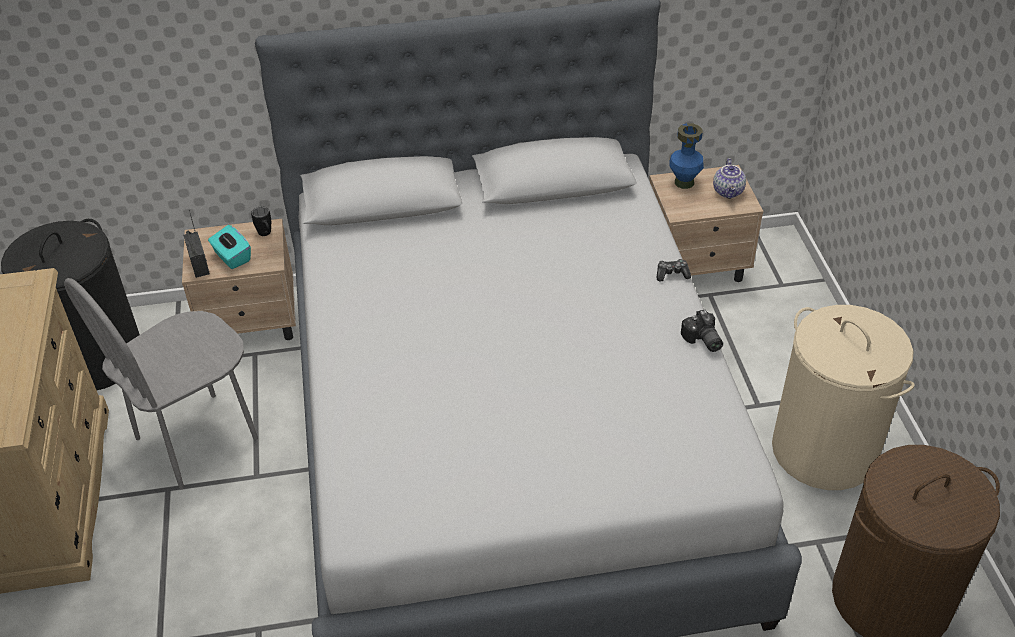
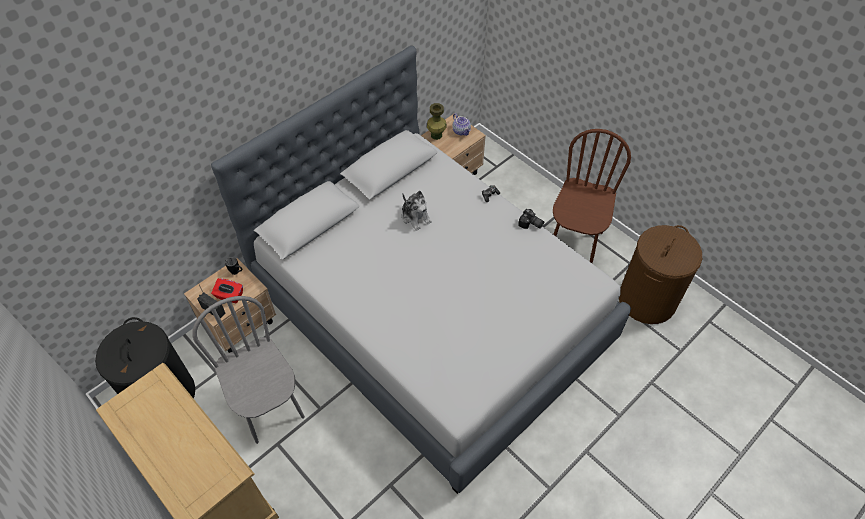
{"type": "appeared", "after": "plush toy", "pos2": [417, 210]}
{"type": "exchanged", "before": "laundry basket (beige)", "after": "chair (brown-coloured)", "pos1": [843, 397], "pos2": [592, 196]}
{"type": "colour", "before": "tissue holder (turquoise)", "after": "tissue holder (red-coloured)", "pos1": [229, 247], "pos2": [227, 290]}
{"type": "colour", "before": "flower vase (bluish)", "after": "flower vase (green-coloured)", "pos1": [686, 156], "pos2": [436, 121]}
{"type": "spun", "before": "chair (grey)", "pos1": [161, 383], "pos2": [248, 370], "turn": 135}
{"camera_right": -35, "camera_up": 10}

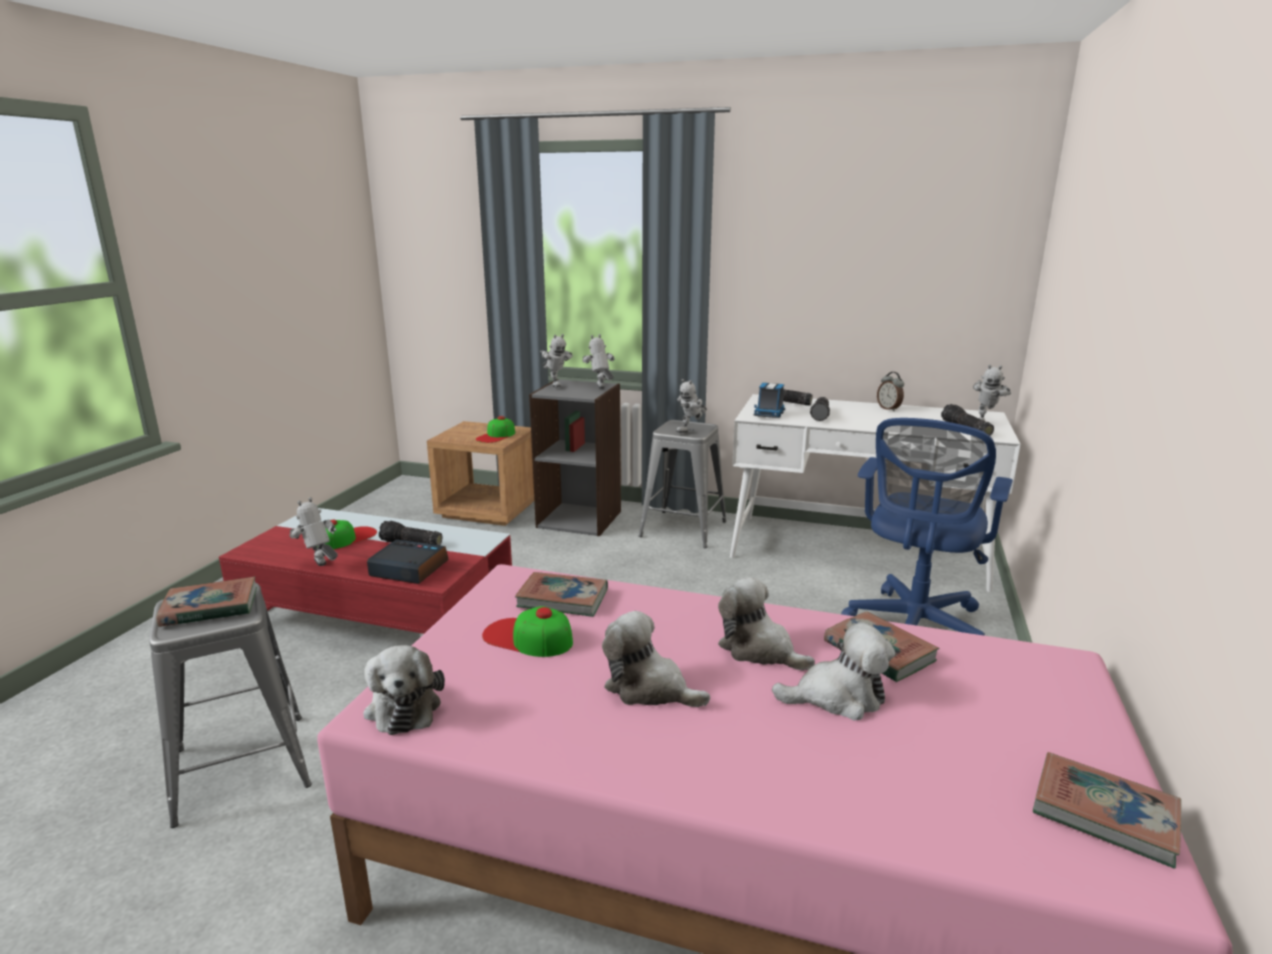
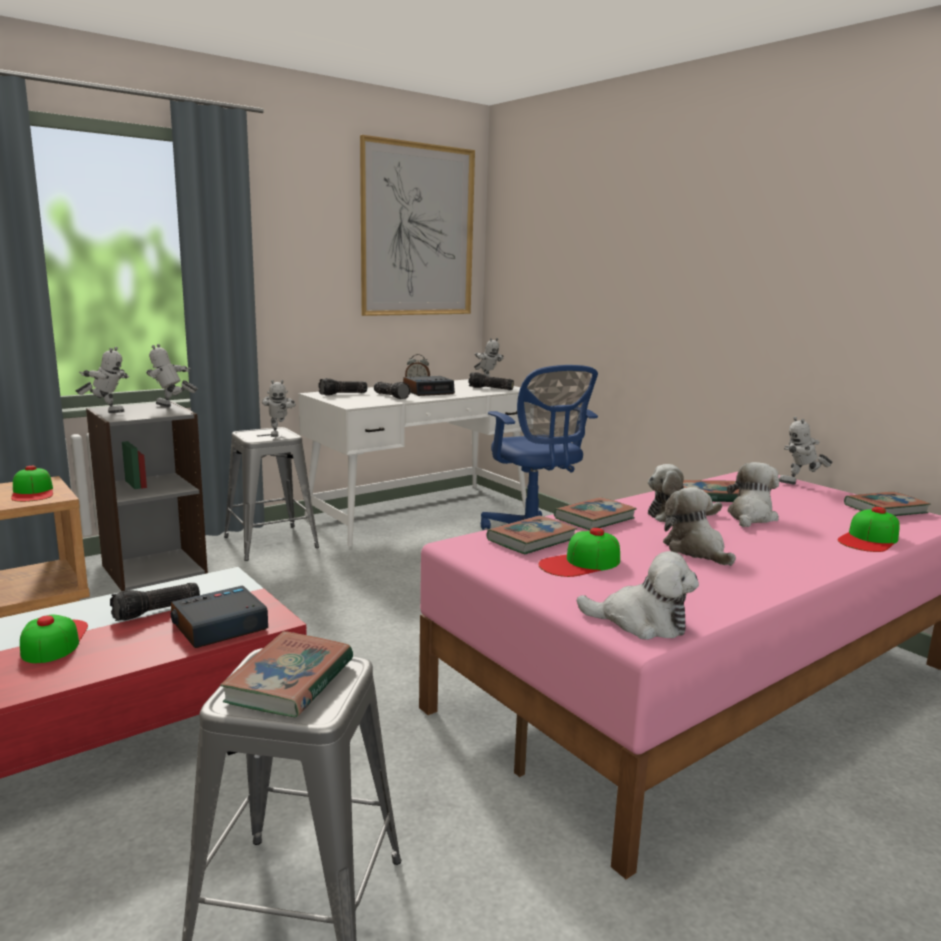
{"type": "missing", "before": "model truck", "pos1": [769, 400]}
{"type": "appeared", "after": "picture", "pos2": [417, 225]}
{"type": "appeared", "after": "table clock", "pos2": [429, 386]}
{"type": "appeared", "after": "volume", "pos2": [595, 513]}
{"type": "appeared", "after": "baseball cap", "pos2": [869, 529]}
{"type": "relocated", "before": "robot figure", "pos1": [313, 531], "pos2": [805, 450]}
{"type": "spun", "before": "plush toy", "pos1": [656, 659], "pos2": [699, 526], "turn": 90}
{"camera_right": -55, "camera_up": -5}

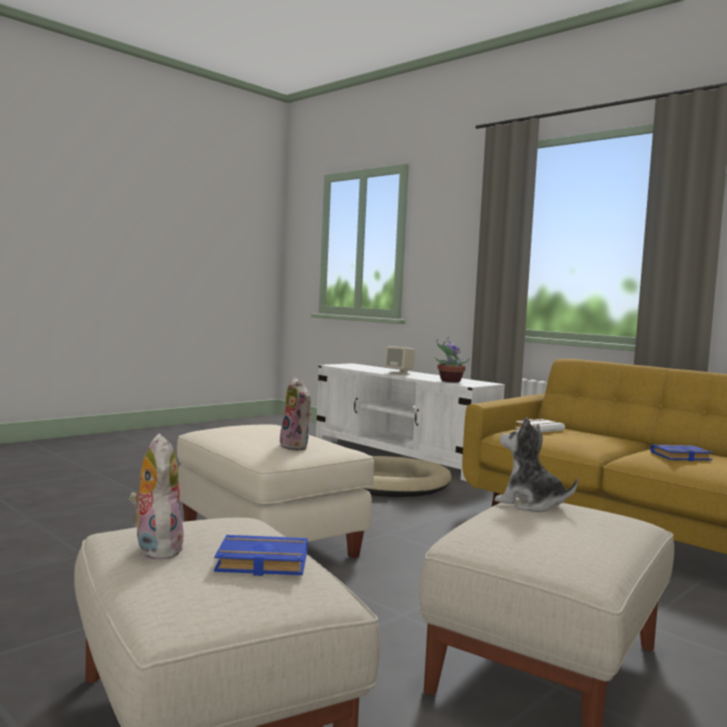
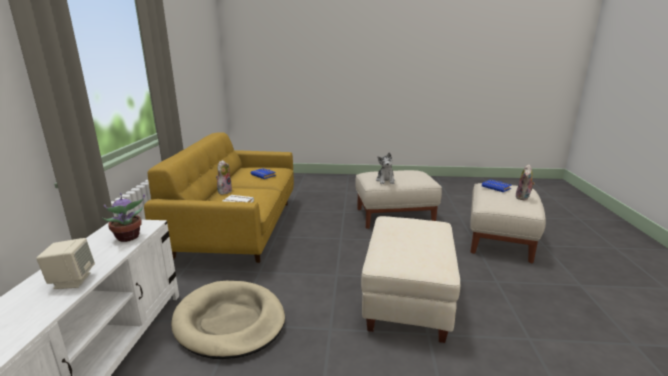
{"type": "relocated", "before": "plush toy", "pos1": [295, 413], "pos2": [224, 177]}
{"camera_right": -130, "camera_up": 15}

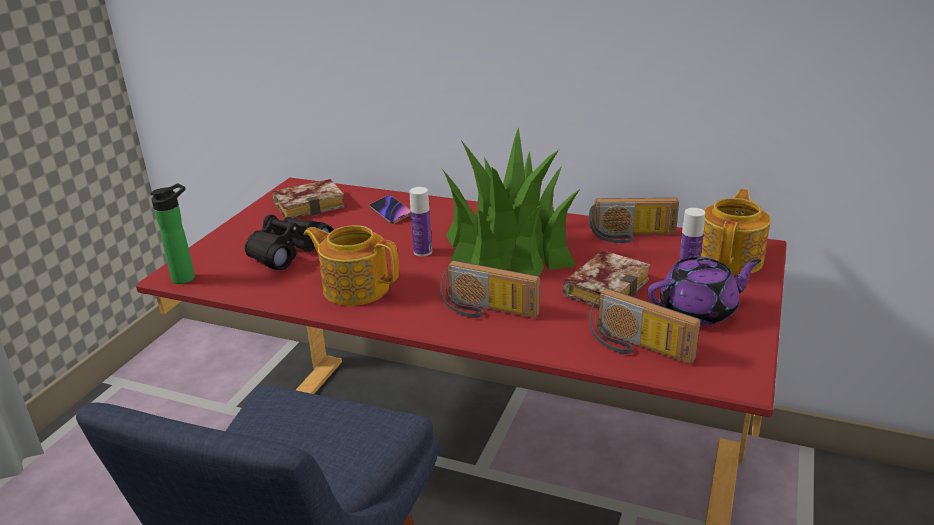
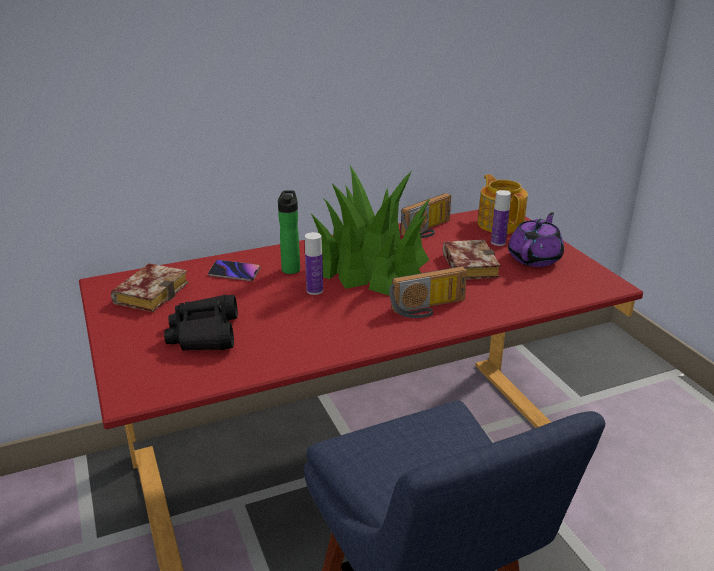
{"type": "missing", "before": "pot for tea", "pos1": [351, 265]}
{"type": "missing", "before": "radio set", "pos1": [645, 326]}
{"type": "relocated", "before": "beverage bottle", "pos1": [172, 233], "pos2": [289, 232]}
{"camera_right": -45, "camera_up": 0}

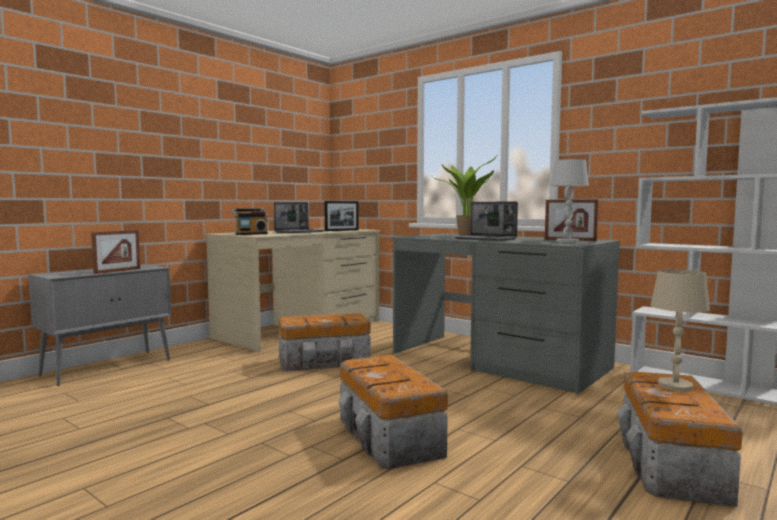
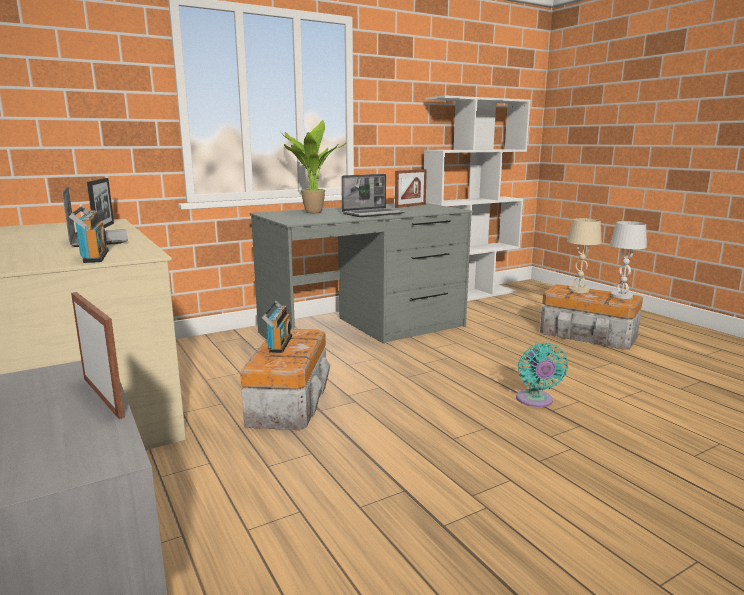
{"type": "appeared", "after": "radio set", "pos2": [277, 327]}
{"type": "relocated", "before": "tabletop lamp (white-coloured)", "pos1": [569, 201], "pos2": [628, 260]}
{"type": "exchanged", "before": "storage container", "after": "cooling fan (turquoise)", "pos1": [393, 412], "pos2": [542, 375]}
{"camera_right": -70, "camera_up": 10}

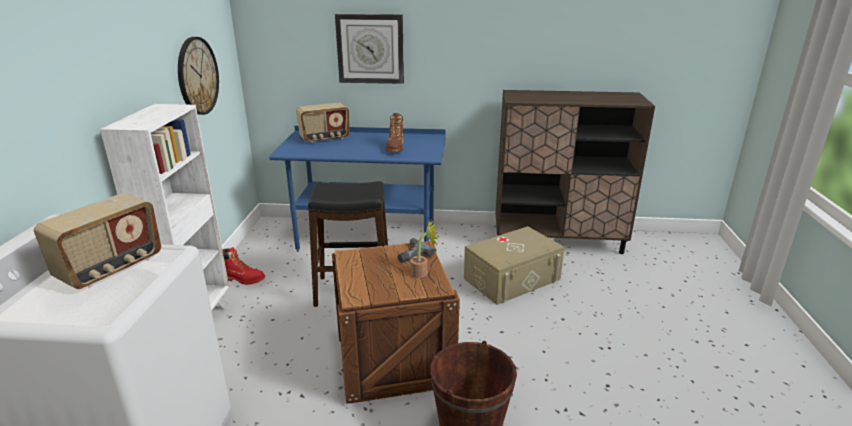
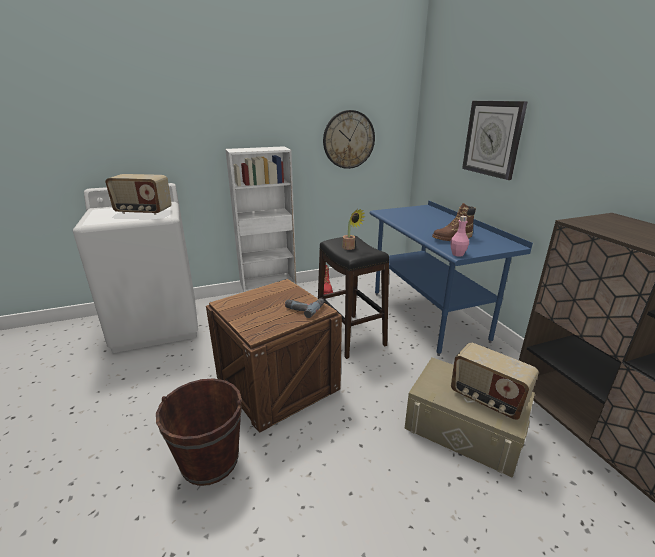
{"type": "appeared", "after": "beverage bottle (pink-coloured)", "pos2": [459, 236]}
{"type": "relocated", "before": "radio set", "pos1": [323, 122], "pos2": [495, 381]}
{"type": "relocated", "before": "potted plant", "pos1": [424, 248], "pos2": [354, 229]}
{"camera_right": 65, "camera_up": 0}

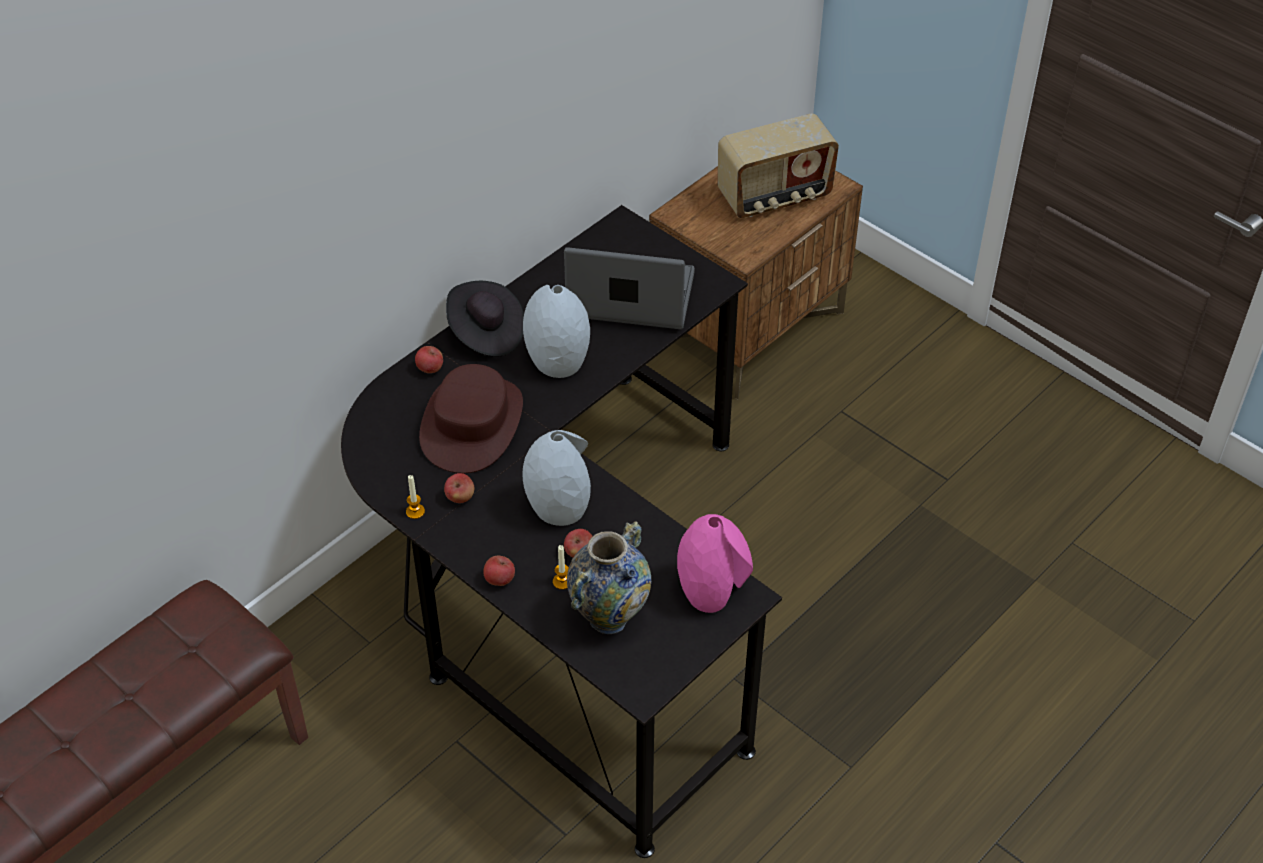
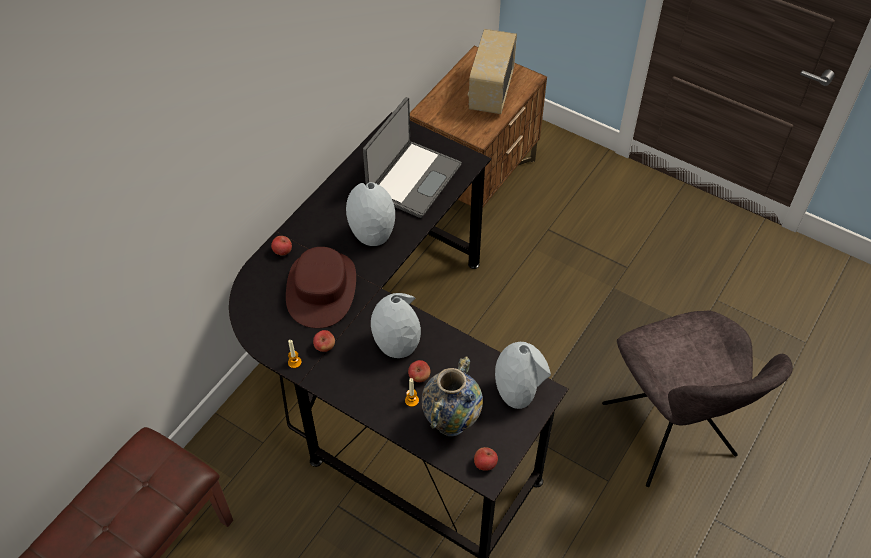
{"type": "missing", "before": "hat (black-coloured)", "pos1": [485, 319]}
{"type": "appeared", "after": "chair (grey)", "pos2": [697, 399]}
{"type": "relocated", "before": "whole apple", "pos1": [499, 571], "pos2": [486, 459]}
{"type": "colour", "before": "flower vase (pink-coloured)", "after": "flower vase (grey)", "pos1": [715, 563], "pos2": [523, 375]}
{"type": "spun", "before": "notebook computer", "pos1": [629, 288], "pos2": [412, 157], "turn": 120}
{"type": "spun", "before": "radio set", "pos1": [778, 166], "pos2": [492, 71], "turn": 135}
{"camera_right": -10, "camera_up": 5}

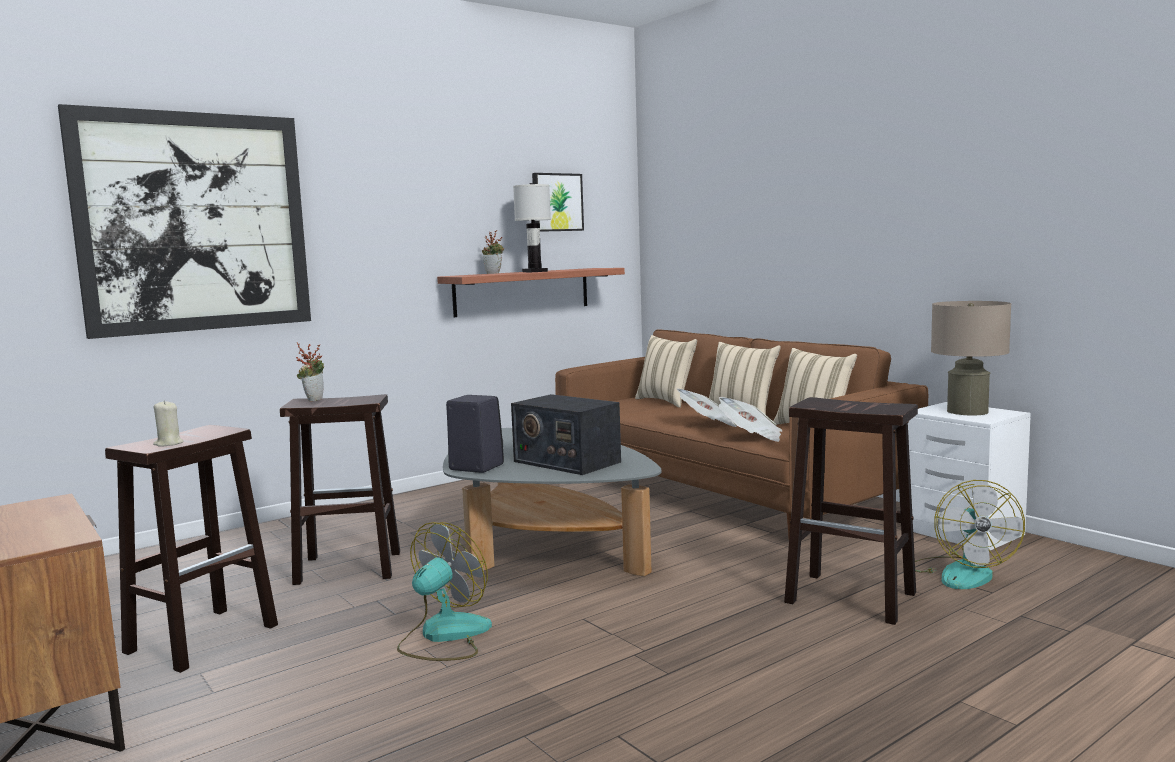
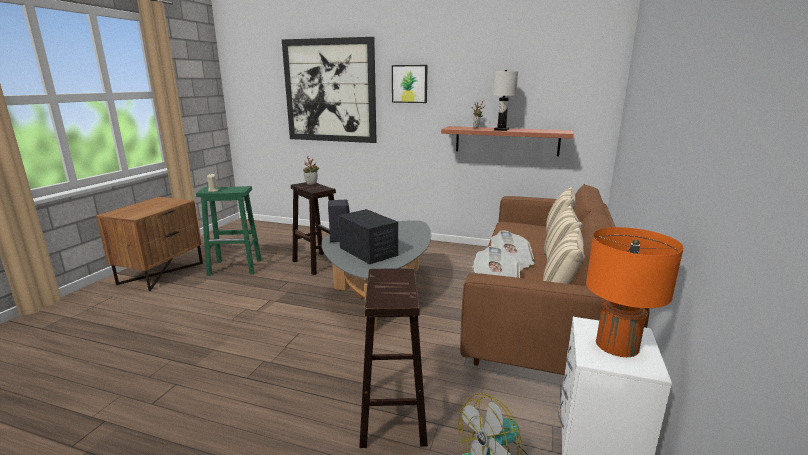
{"type": "missing", "before": "cooling fan", "pos1": [444, 591]}
{"type": "relocated", "before": "picture", "pos1": [558, 202], "pos2": [410, 84]}
{"type": "colour", "before": "sitting stool (brown-coloured)", "after": "sitting stool (green-coloured)", "pos1": [191, 549], "pos2": [229, 231]}
{"type": "colour", "before": "tabletop lamp (beige)", "after": "tabletop lamp (orangey)", "pos1": [971, 358], "pos2": [635, 292]}
{"type": "spun", "before": "radio set", "pos1": [566, 434], "pos2": [368, 236], "turn": 135}
{"camera_right": 55, "camera_up": 10}

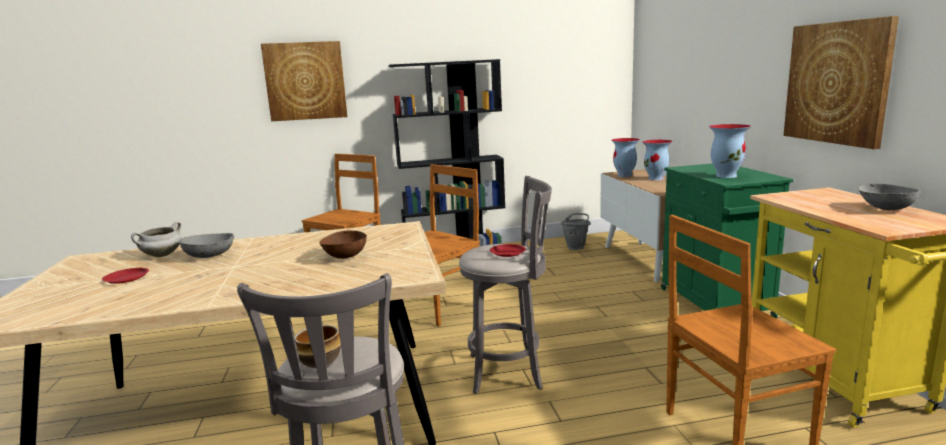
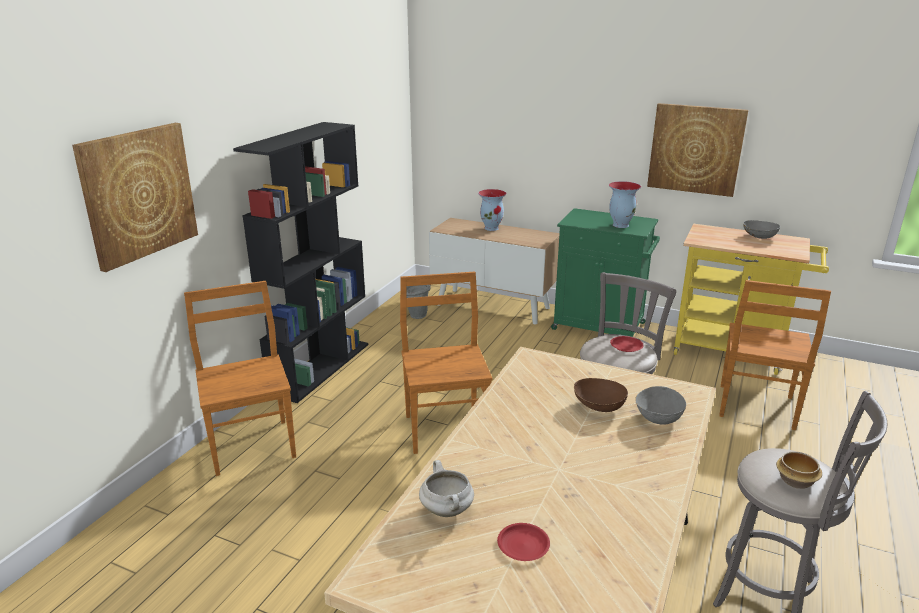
{"type": "missing", "before": "flower vase", "pos1": [625, 157]}
{"type": "relocated", "before": "bowl (grey)", "pos1": [206, 245], "pos2": [660, 405]}
{"camera_right": -55, "camera_up": 10}

